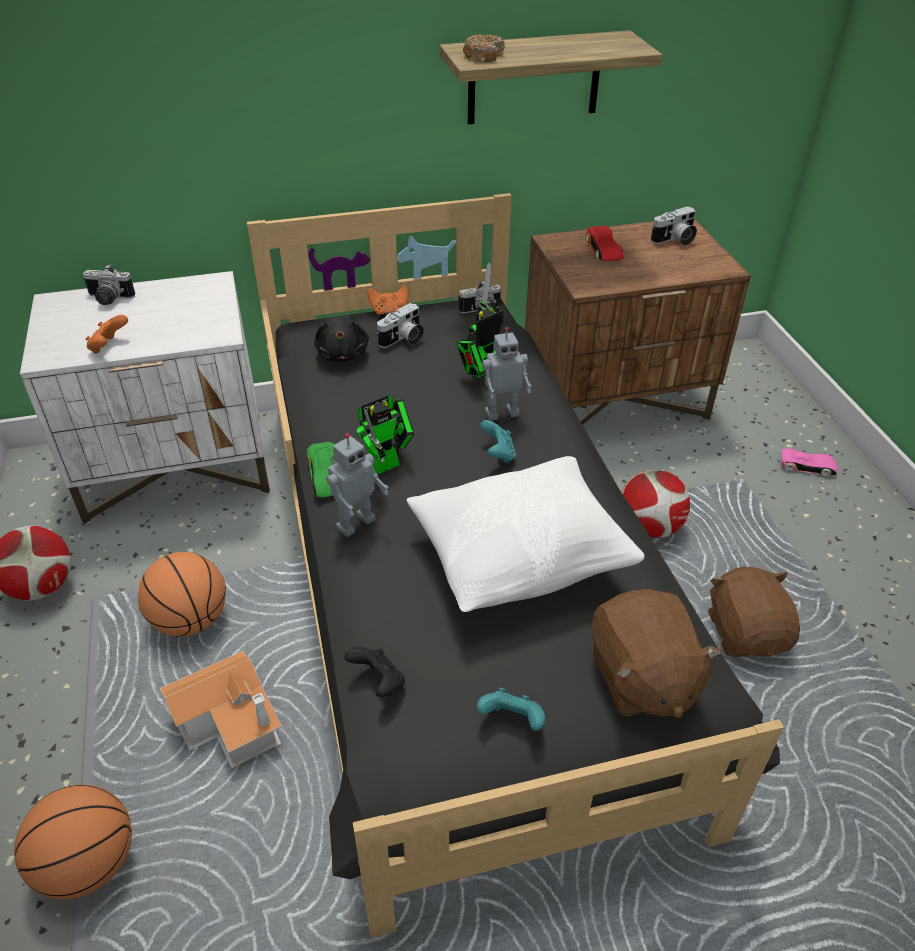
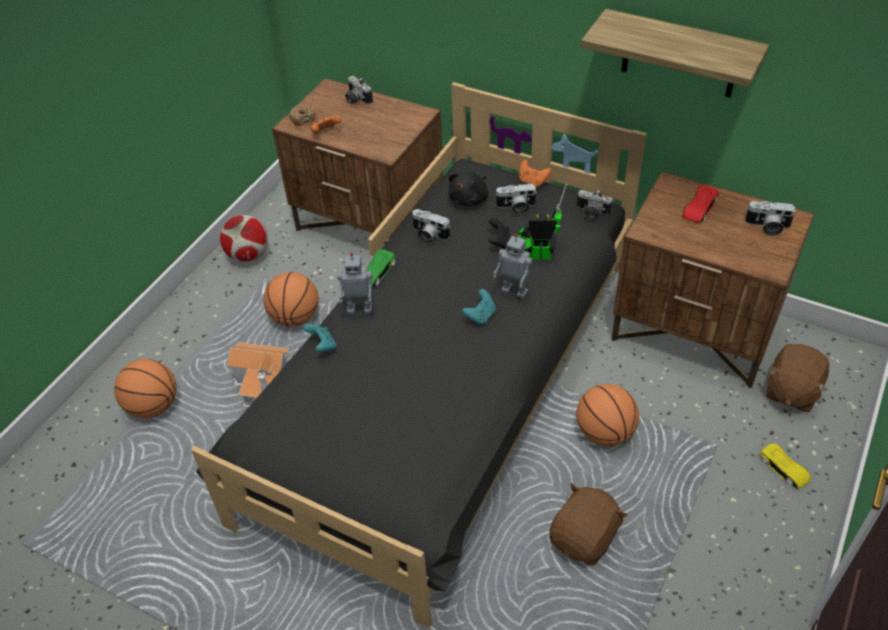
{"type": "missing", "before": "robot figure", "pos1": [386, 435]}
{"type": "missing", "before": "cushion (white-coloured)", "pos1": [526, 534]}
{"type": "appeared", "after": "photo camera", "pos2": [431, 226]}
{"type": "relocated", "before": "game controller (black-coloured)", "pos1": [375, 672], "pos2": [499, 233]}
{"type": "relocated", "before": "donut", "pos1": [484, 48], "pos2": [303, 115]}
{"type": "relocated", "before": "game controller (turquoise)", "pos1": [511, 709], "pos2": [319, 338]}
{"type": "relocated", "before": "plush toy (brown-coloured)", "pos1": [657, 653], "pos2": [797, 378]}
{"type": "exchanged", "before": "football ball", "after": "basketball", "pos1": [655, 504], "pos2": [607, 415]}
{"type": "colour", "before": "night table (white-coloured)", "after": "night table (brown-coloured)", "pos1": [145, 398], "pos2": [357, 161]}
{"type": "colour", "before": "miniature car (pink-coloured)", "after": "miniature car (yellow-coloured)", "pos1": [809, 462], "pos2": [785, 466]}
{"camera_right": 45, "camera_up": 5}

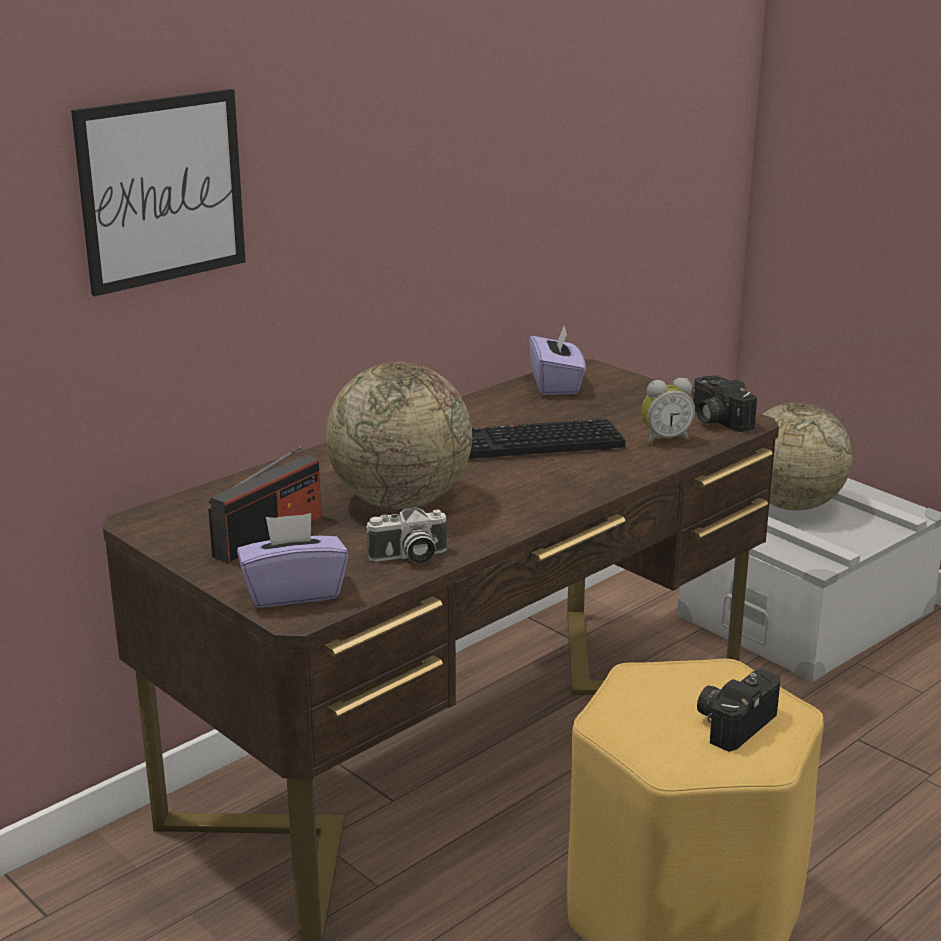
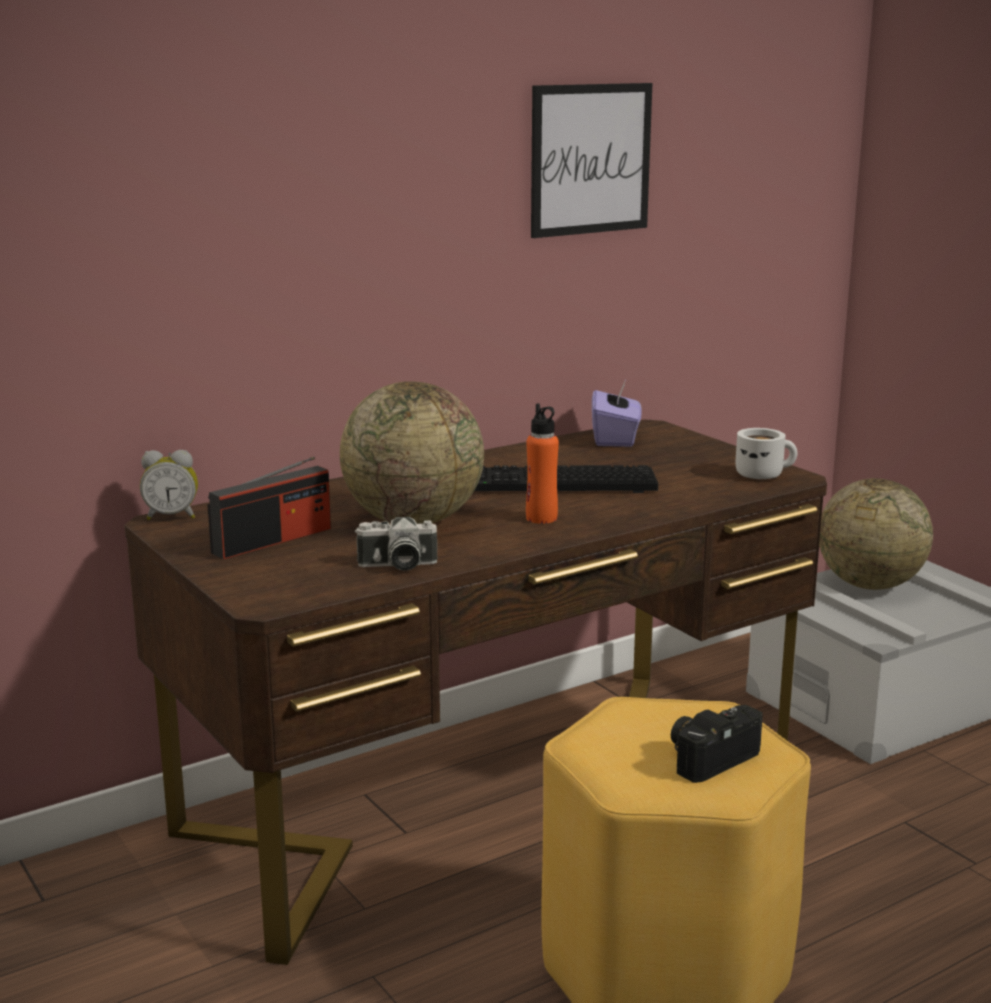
{"type": "missing", "before": "tissue holder (purple-coloured)", "pos1": [292, 560]}
{"type": "appeared", "after": "beverage bottle (orangey)", "pos2": [542, 463]}
{"type": "relocated", "before": "picture", "pos1": [158, 192], "pos2": [591, 160]}
{"type": "relocated", "before": "table clock", "pos1": [668, 411], "pos2": [169, 485]}
{"type": "exchanged", "before": "photo camera", "after": "coffee mug (white-coloured)", "pos1": [724, 403], "pos2": [766, 453]}
{"camera_right": 10, "camera_up": -5}

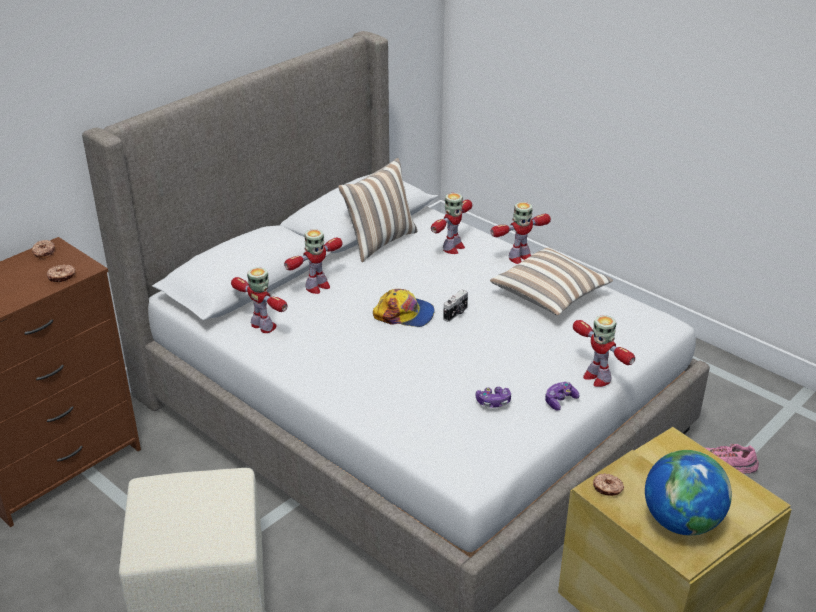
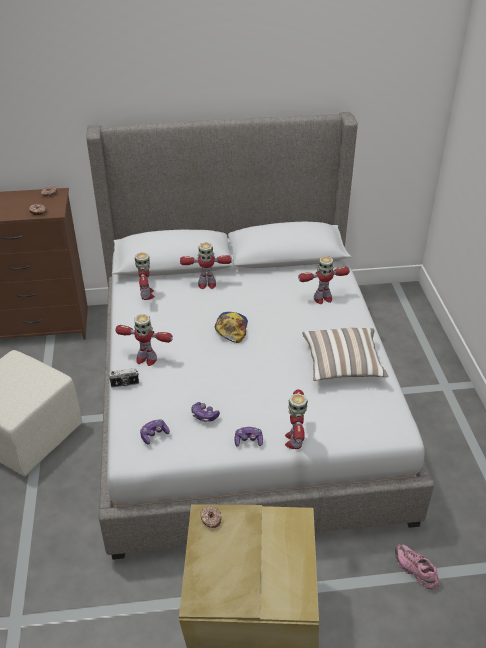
{"type": "missing", "before": "cushion", "pos1": [377, 210]}
{"type": "missing", "before": "world globe", "pos1": [688, 492]}
{"type": "appeared", "after": "game controller", "pos2": [155, 431]}
{"type": "relocated", "before": "photo camera", "pos1": [455, 306], "pos2": [123, 378]}
{"type": "relocated", "before": "robot figure", "pos1": [520, 233], "pos2": [144, 340]}
{"type": "spun", "before": "baseball cap", "pos1": [404, 308], "pos2": [231, 327], "turn": -135}
{"camera_right": 40, "camera_up": 5}

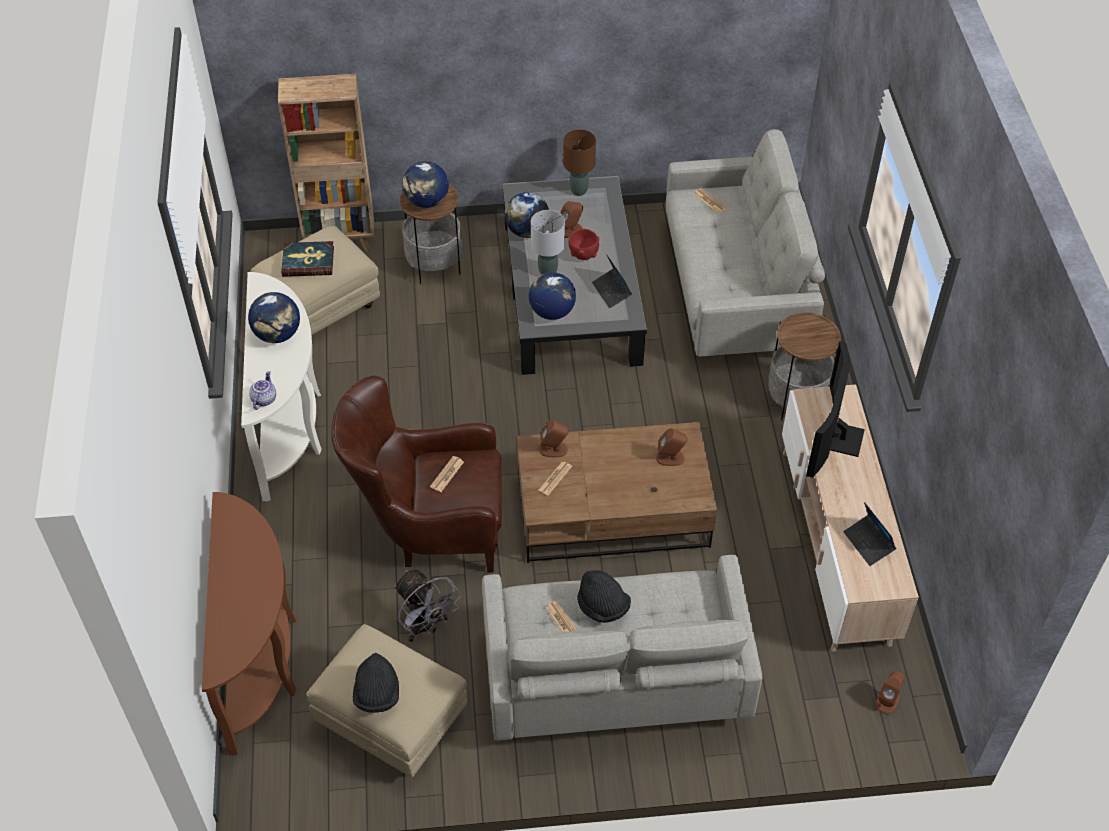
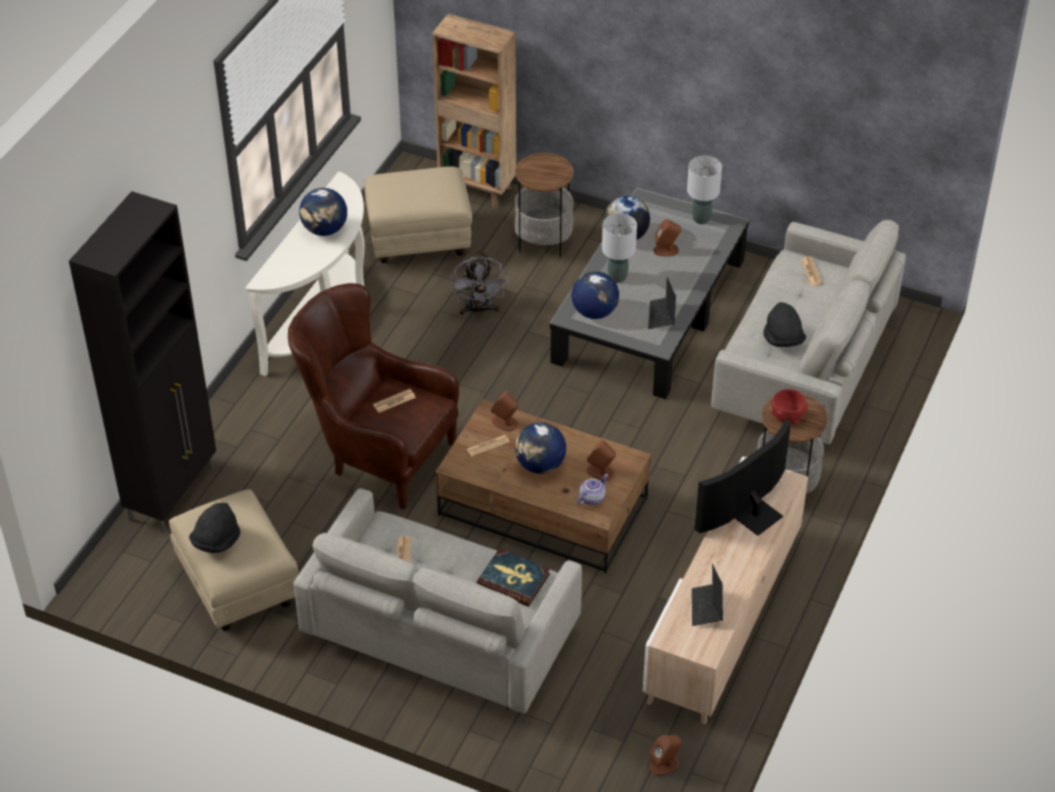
{"type": "relocated", "before": "pot for tea", "pos1": [262, 390], "pos2": [592, 489]}
{"type": "relocated", "before": "volume", "pos1": [307, 259], "pos2": [513, 577]}
{"type": "relocated", "before": "cooling fan (grey)", "pos1": [428, 606], "pos2": [479, 282]}
{"type": "relocated", "before": "world globe", "pos1": [426, 184], "pos2": [540, 448]}
{"type": "relocated", "before": "bowl (red-coloured)", "pos1": [583, 244], "pos2": [790, 407]}
{"type": "relocated", "before": "hat (black-coloured)", "pos1": [604, 596], "pos2": [784, 324]}
{"type": "exchanged", "before": "console table (brown-coloured)", "after": "cupboard (black-coloured)", "pos1": [249, 624], "pos2": [142, 362]}
{"type": "colour", "before": "tabletop lamp (brown-coloured)", "after": "tabletop lamp (grey)", "pos1": [579, 162], "pos2": [704, 190]}
{"camera_right": 30, "camera_up": -5}

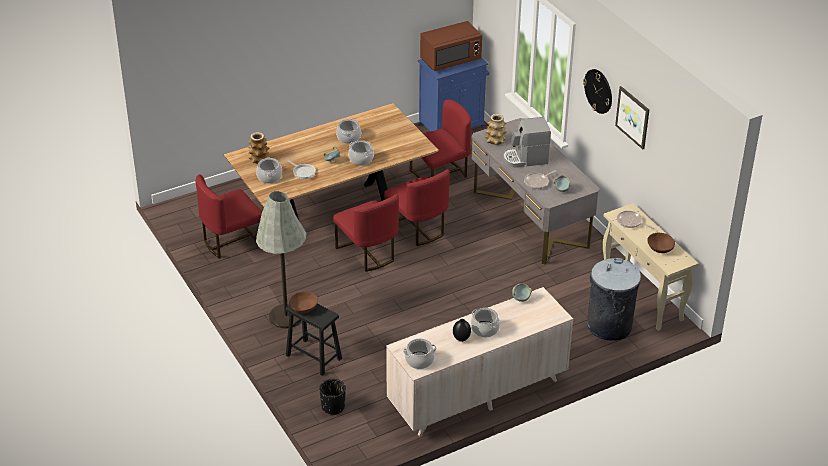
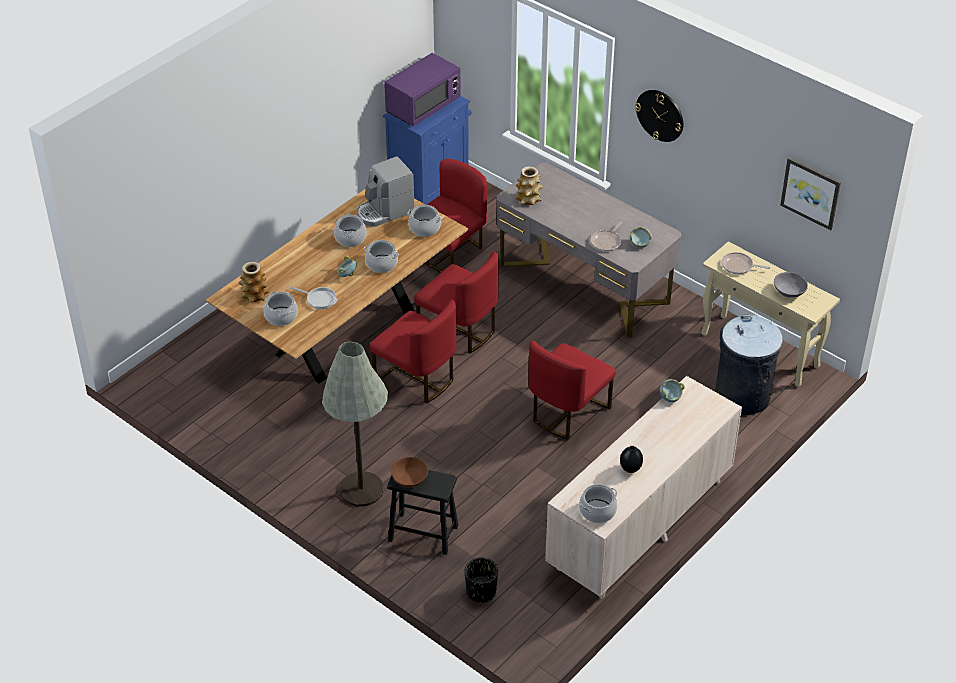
{"type": "relocated", "before": "chair (red-coloured)", "pos1": [229, 216], "pos2": [572, 390]}
{"type": "relocated", "before": "saucepot", "pos1": [485, 323], "pos2": [424, 221]}
{"type": "relocated", "before": "coffee maker", "pos1": [527, 142], "pos2": [385, 191]}
{"type": "relocated", "before": "picture", "pos1": [632, 117], "pos2": [810, 194]}
{"type": "colour", "before": "kitchen microwave (brown-coloured)", "after": "kitchen microwave (purple-coloured)", "pos1": [451, 46], "pos2": [422, 89]}
{"type": "colour", "before": "bowl (brown-coloured)", "after": "bowl (grey)", "pos1": [661, 243], "pos2": [791, 285]}
{"camera_right": -20, "camera_up": 5}

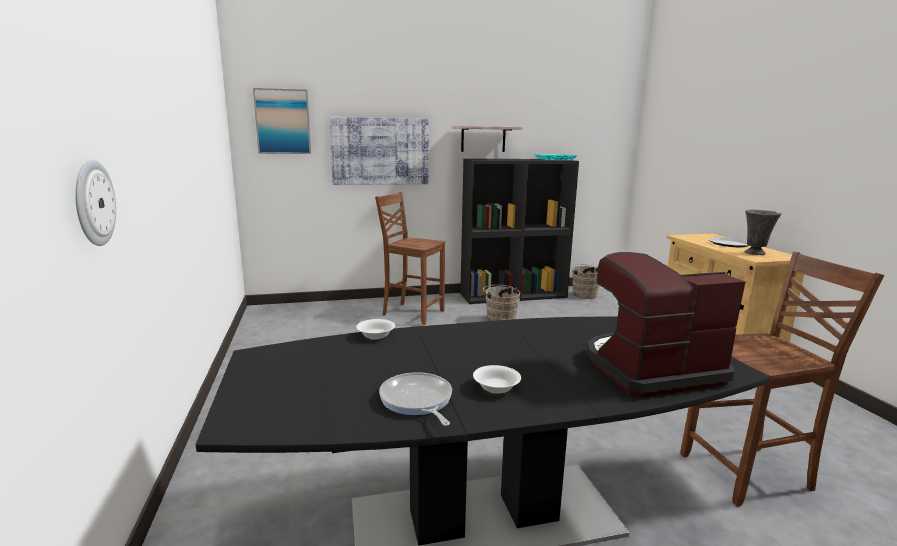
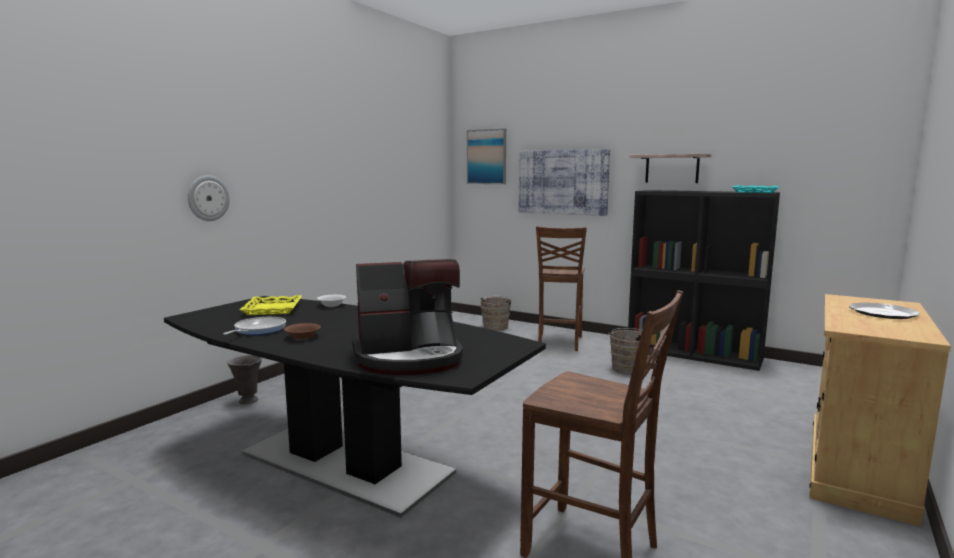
{"type": "appeared", "after": "carrying tray (yellow-coloured)", "pos2": [271, 305]}
{"type": "relocated", "before": "bucket (brown-coloured)", "pos1": [585, 281], "pos2": [497, 313]}
{"type": "relocated", "before": "flower vase (grey)", "pos1": [763, 232], "pos2": [244, 379]}
{"type": "colour", "before": "bowl (white-coloured)", "after": "bowl (brown-coloured)", "pos1": [497, 379], "pos2": [302, 331]}
{"type": "spun", "before": "chair (brown-coloured)", "pos1": [410, 258], "pos2": [561, 288], "turn": -150}
{"type": "spun", "before": "coffee maker", "pos1": [666, 324], "pos2": [407, 317], "turn": 135}
{"camera_right": 45, "camera_up": -5}

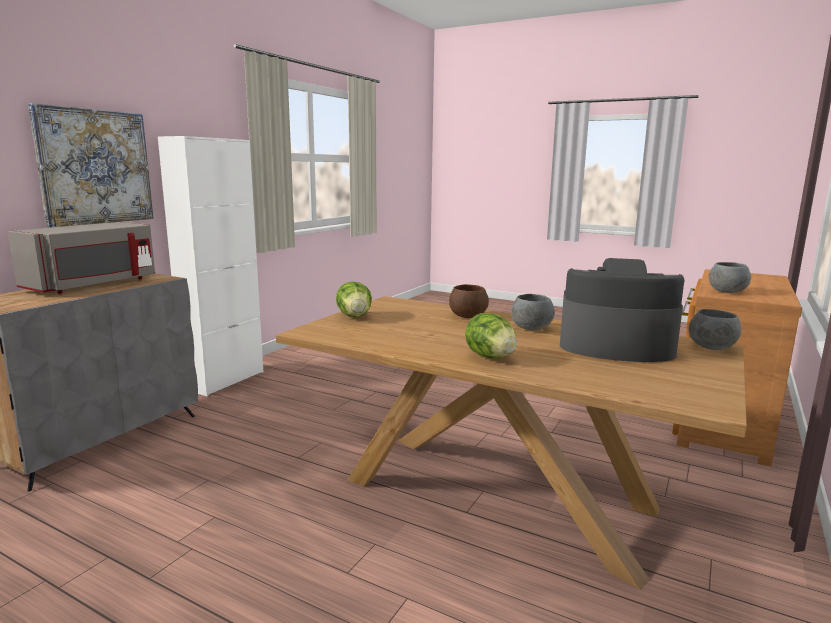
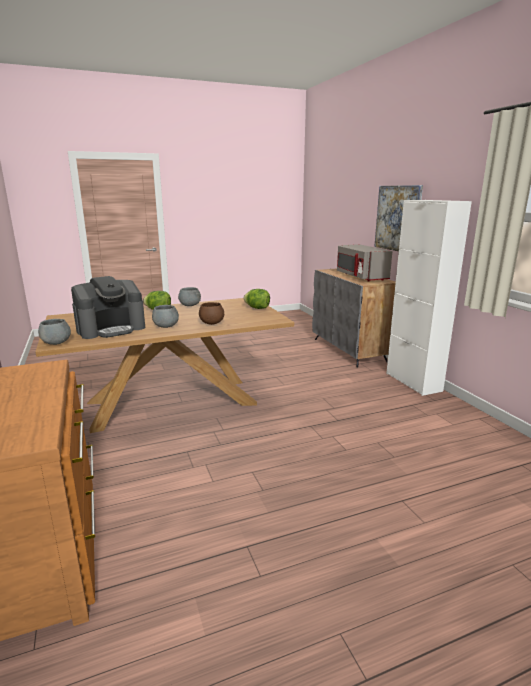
{"type": "relocated", "before": "bowl (grey)", "pos1": [730, 277], "pos2": [189, 296]}
{"camera_right": 130, "camera_up": 5}

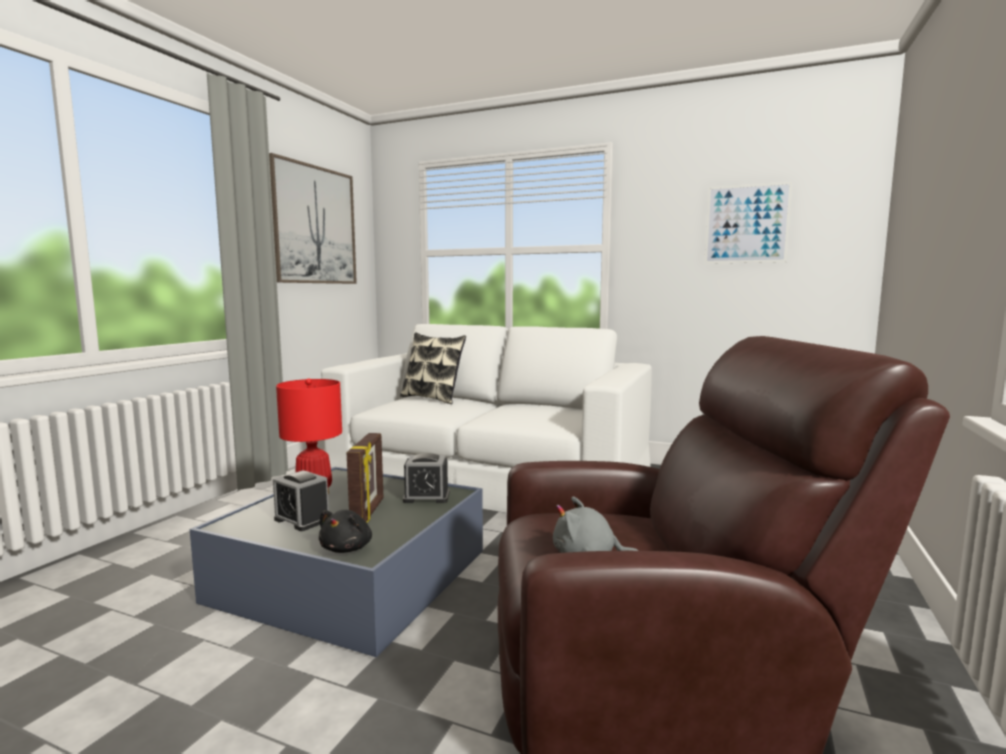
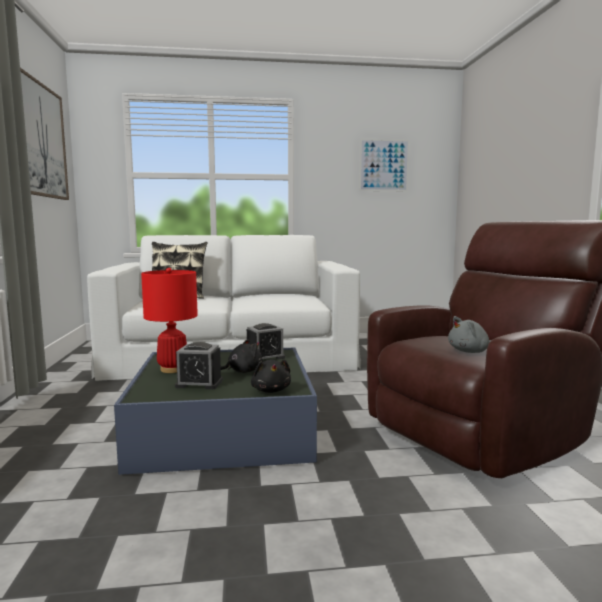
{"type": "exchanged", "before": "standing frame", "after": "plush toy (black-coloured)", "pos1": [365, 478], "pos2": [241, 356]}
{"camera_right": -30, "camera_up": 0}

